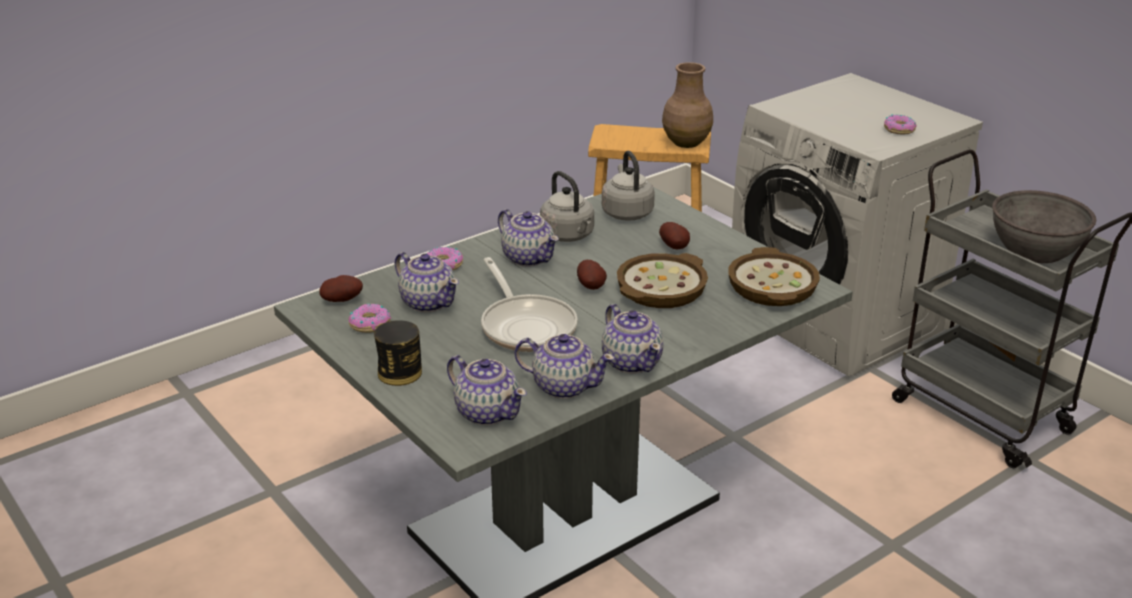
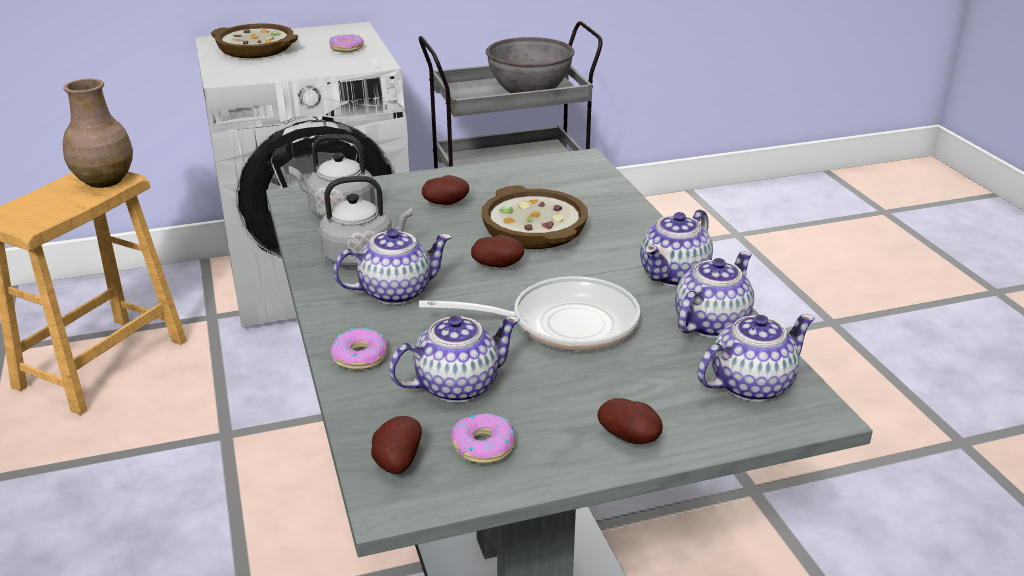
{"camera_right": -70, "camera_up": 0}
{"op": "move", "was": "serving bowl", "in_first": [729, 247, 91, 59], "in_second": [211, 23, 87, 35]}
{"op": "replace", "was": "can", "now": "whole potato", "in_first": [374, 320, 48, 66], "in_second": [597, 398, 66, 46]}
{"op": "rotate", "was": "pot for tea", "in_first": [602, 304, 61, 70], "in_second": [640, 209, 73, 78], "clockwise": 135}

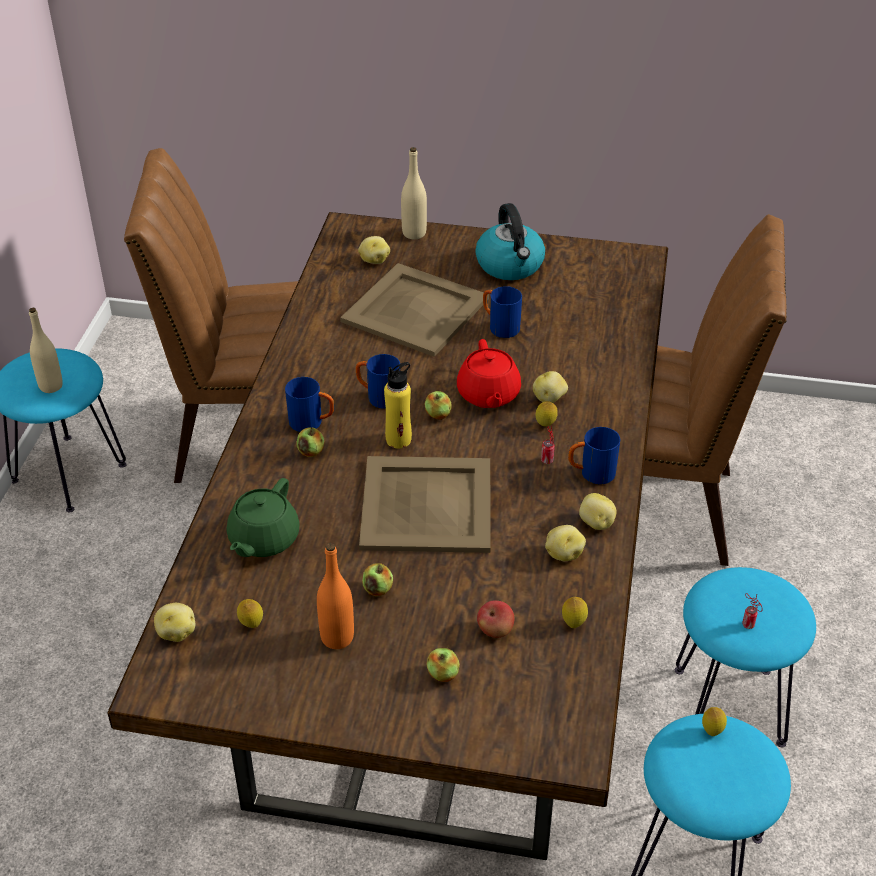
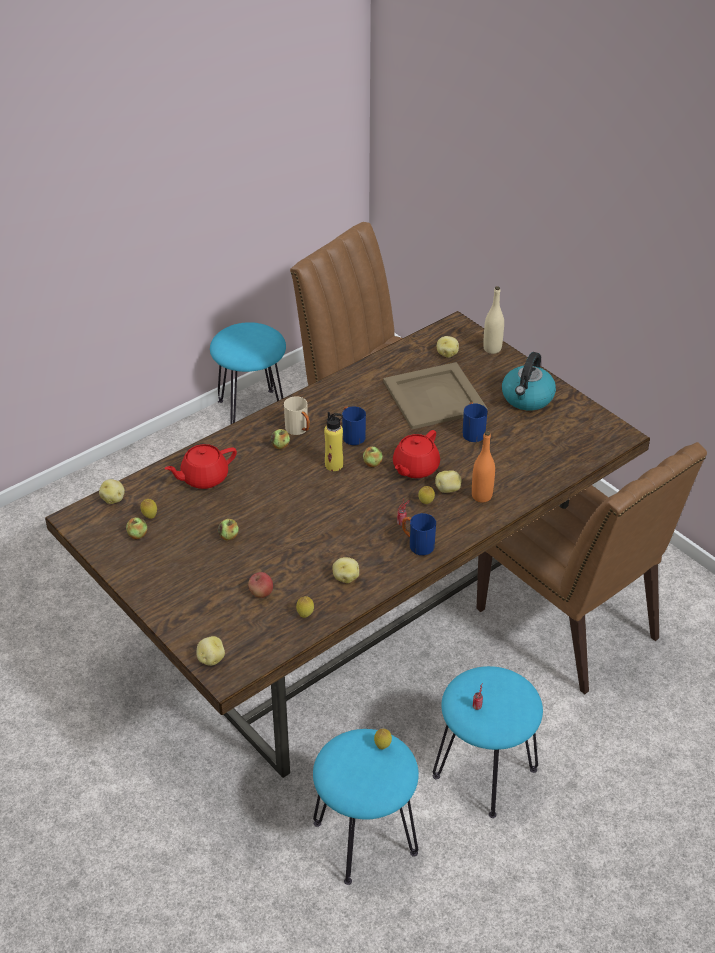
{"camera_right": 40, "camera_up": 0}
{"op": "move", "was": "apple fruit", "in_first": [427, 647, 33, 35], "in_second": [126, 518, 21, 21]}
{"op": "recolor", "was": "pot for tea/green", "now": "pot for tea/reddish", "in_first": [227, 478, 73, 79], "in_second": [164, 444, 73, 45]}
{"op": "move", "was": "whole potato", "in_first": [579, 493, 38, 37], "in_second": [197, 636, 28, 30]}
{"op": "recolor", "was": "mug/blue-coloured", "now": "mug/beige", "in_first": [285, 377, 49, 55], "in_second": [284, 396, 26, 39]}
{"op": "move", "was": "drink bottle/orange-coloured", "in_first": [317, 543, 37, 106], "in_second": [472, 431, 23, 71]}
{"op": "delete", "was": "drink bottle/beige", "in_first": [29, 308, 34, 85]}
{"op": "delete", "was": "carrying tray/beige", "in_first": [359, 456, 132, 97]}

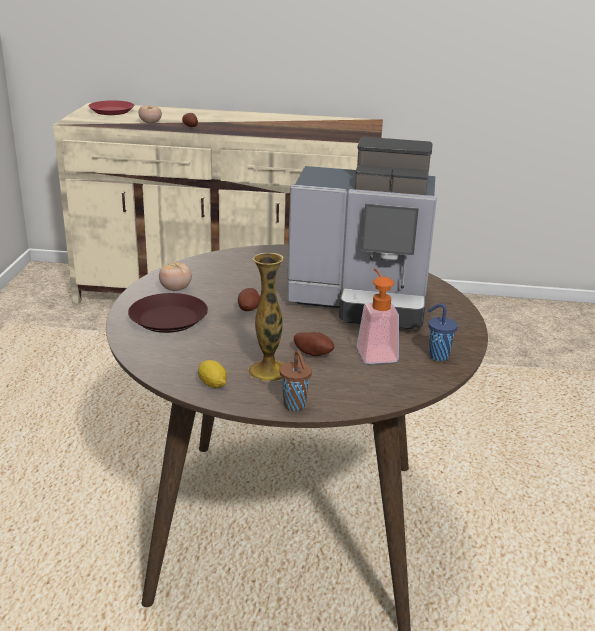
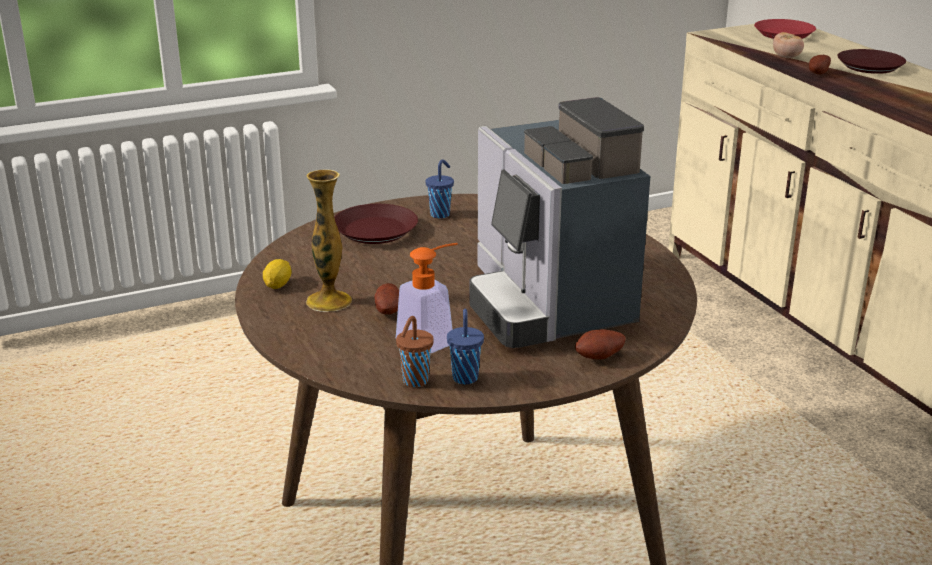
{"camera_right": 60, "camera_up": 0}
{"op": "move", "was": "small cup/brown", "in_first": [280, 350, 32, 61], "in_second": [396, 316, 38, 71]}
{"op": "replace", "was": "tomato", "now": "small cup/blue-coloured", "in_first": [159, 262, 33, 29], "in_second": [426, 160, 28, 58]}
{"op": "move", "was": "whole potato", "in_first": [238, 288, 22, 23], "in_second": [575, 329, 51, 30]}
{"op": "insert", "now": "dinner plate/brown", "in_second": [837, 49, 69, 25]}

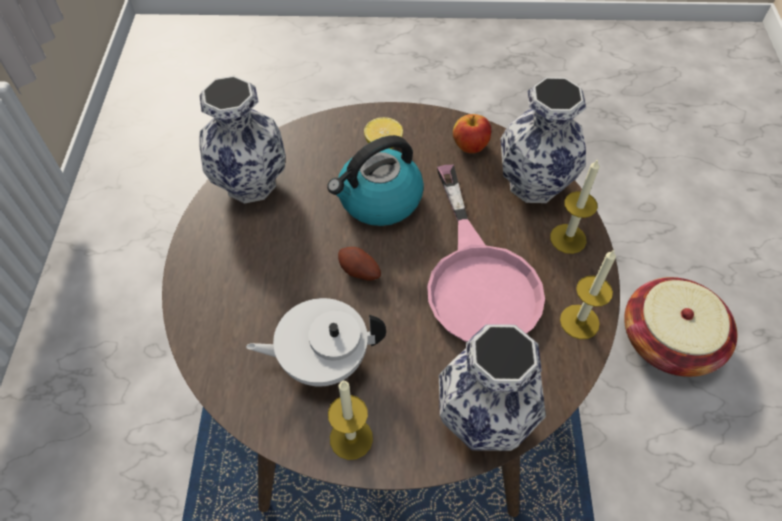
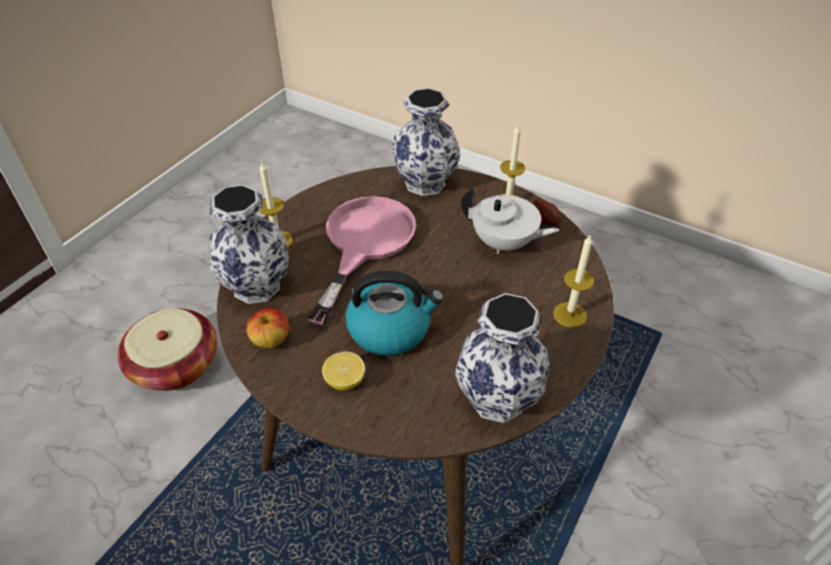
{"camera_right": -150, "camera_up": -10}
{"op": "move", "was": "whole potato", "in_first": [338, 247, 43, 34], "in_second": [533, 199, 28, 26]}
{"op": "move", "was": "wax candle", "in_first": [560, 249, 56, 90], "in_second": [553, 235, 41, 93]}

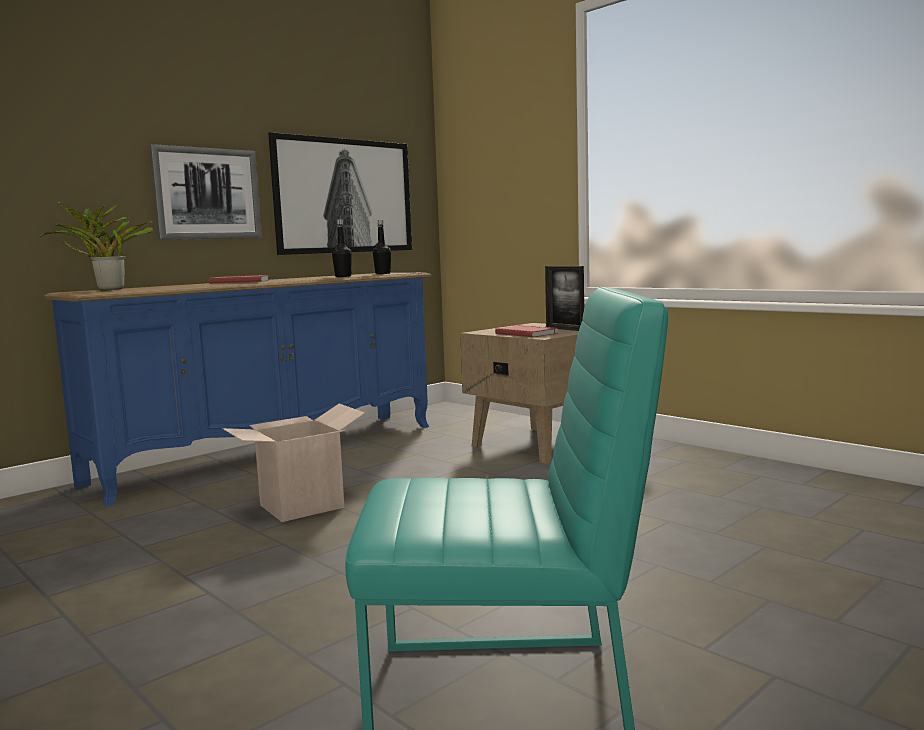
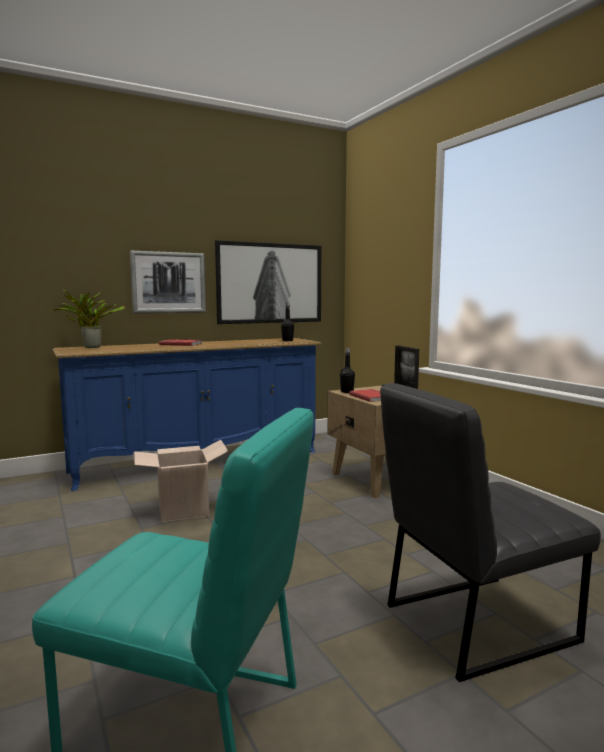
{"camera_right": 15, "camera_up": 0}
{"op": "move", "was": "drink bottle/blackish", "in_first": [332, 219, 20, 58], "in_second": [340, 348, 15, 45]}
{"op": "insert", "now": "chair/gray", "in_second": [380, 383, 221, 299]}

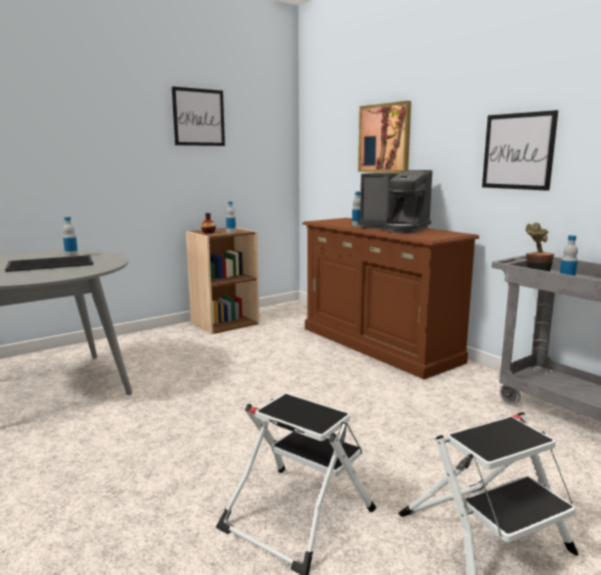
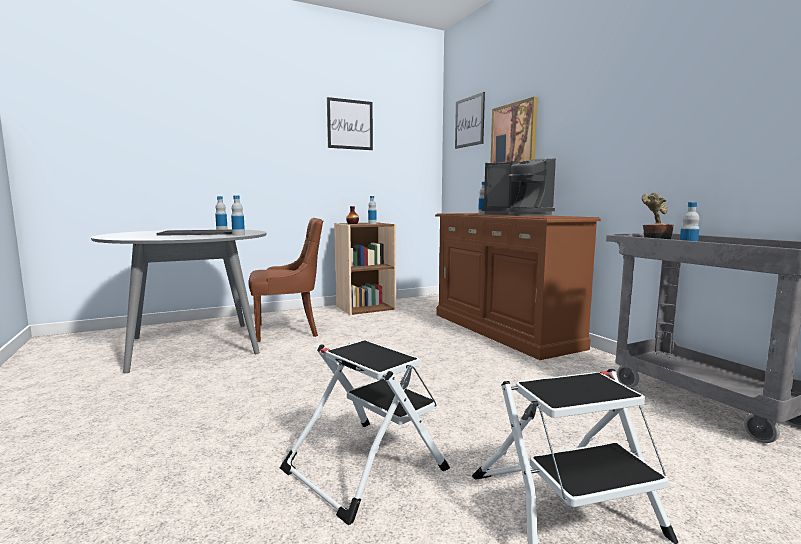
{"camera_right": 10, "camera_up": -5}
{"op": "insert", "now": "drink bottle", "in_second": [231, 196, 14, 40]}
{"op": "insert", "now": "chair/brown", "in_second": [248, 218, 76, 124]}
{"op": "move", "was": "wall picture", "in_first": [482, 110, 76, 81], "in_second": [455, 92, 30, 57]}

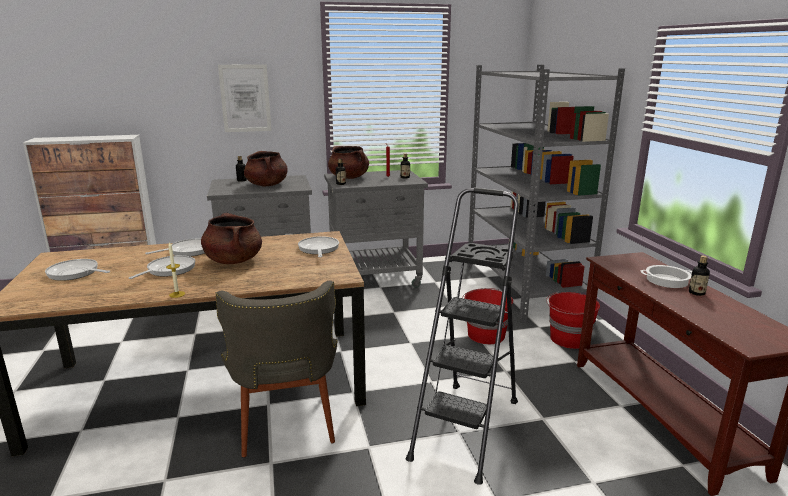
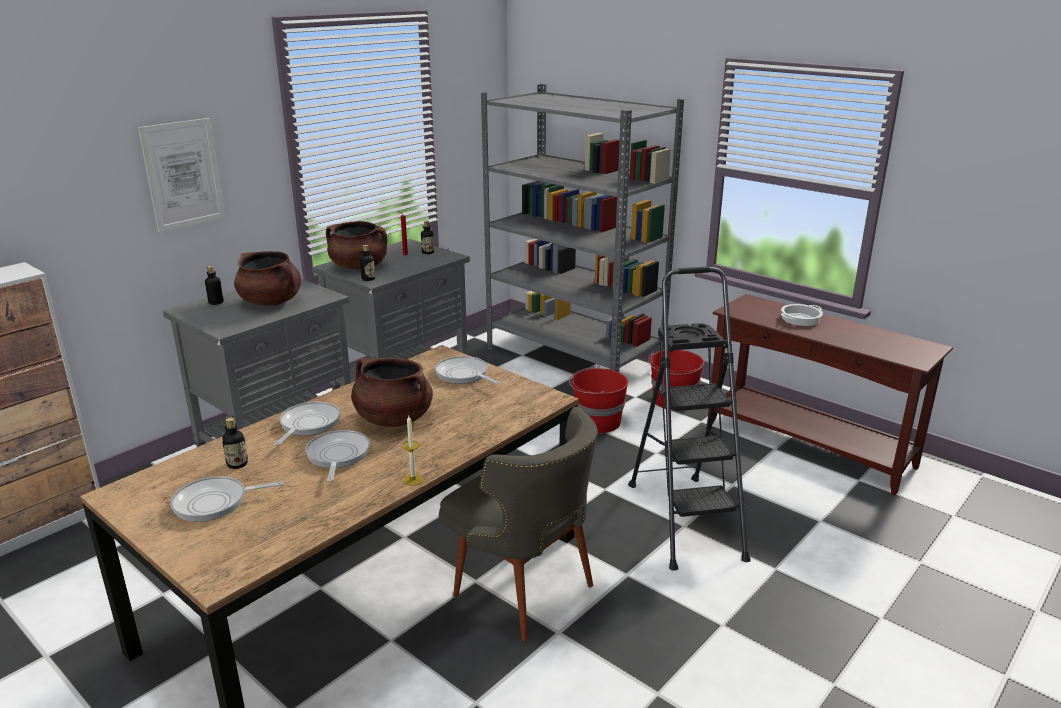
{"camera_right": -35, "camera_up": 5}
{"op": "move", "was": "drink bottle", "in_first": [689, 256, 21, 40], "in_second": [222, 418, 26, 51]}

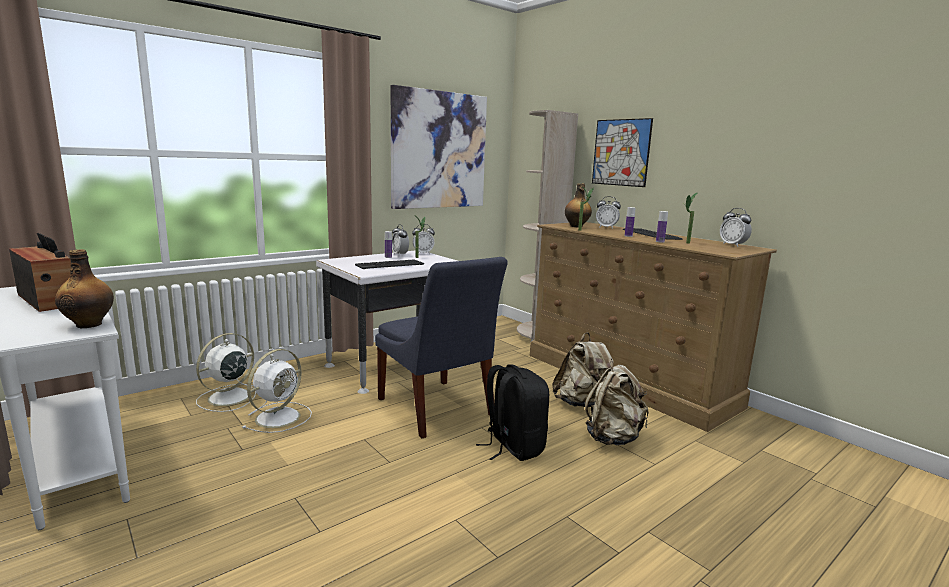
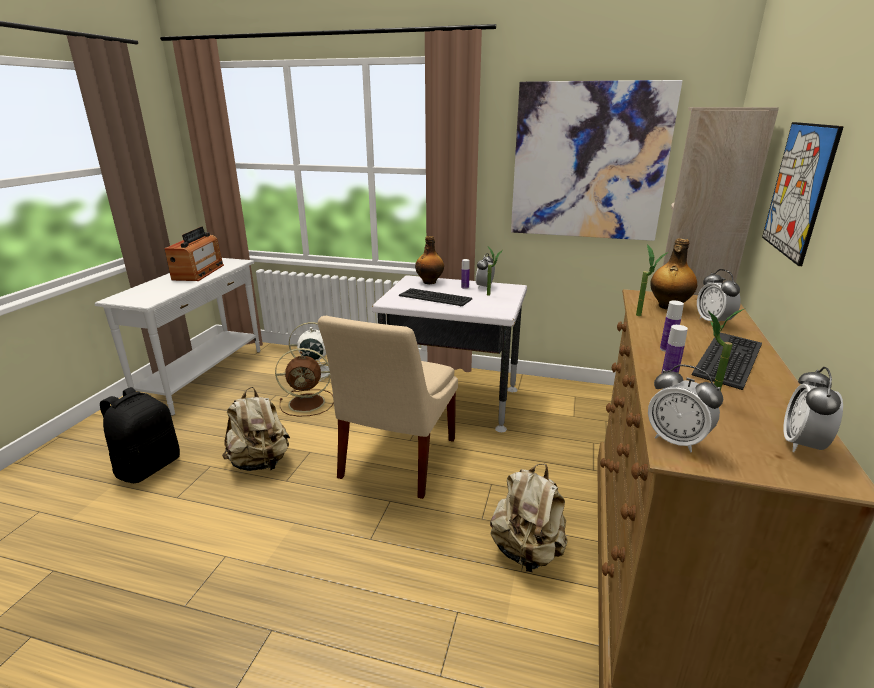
{"camera_right": 55, "camera_up": 10}
{"op": "move", "was": "knapsack/blackish", "in_first": [476, 364, 73, 97], "in_second": [100, 387, 80, 96]}
{"op": "move", "was": "knapsack/beige", "in_first": [585, 358, 64, 87], "in_second": [222, 387, 68, 84]}
{"op": "recolor", "was": "fan/white-coloured", "now": "fan/brown", "in_first": [242, 349, 70, 84], "in_second": [275, 348, 59, 69]}
{"op": "recolor", "was": "chair/blue-coloured", "now": "chair/beige", "in_first": [375, 257, 133, 181], "in_second": [318, 316, 140, 183]}
{"op": "move", "was": "drink bottle", "in_first": [55, 249, 59, 79], "in_second": [415, 236, 29, 48]}
{"op": "move", "was": "bedside clock", "in_first": [412, 224, 23, 30], "in_second": [648, 365, 75, 87]}

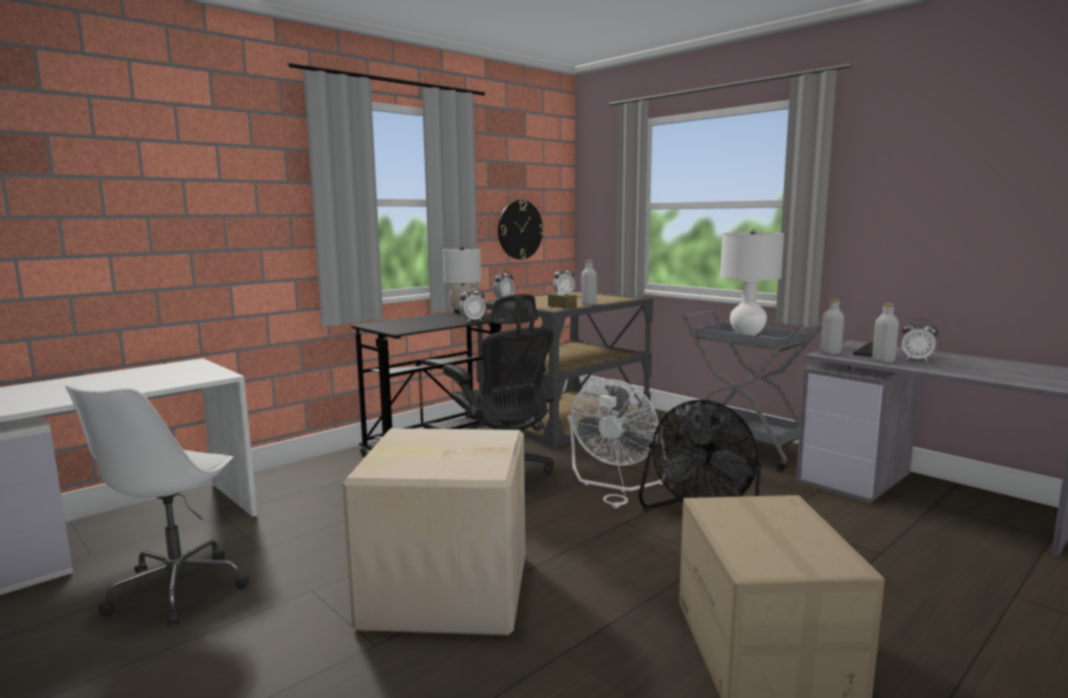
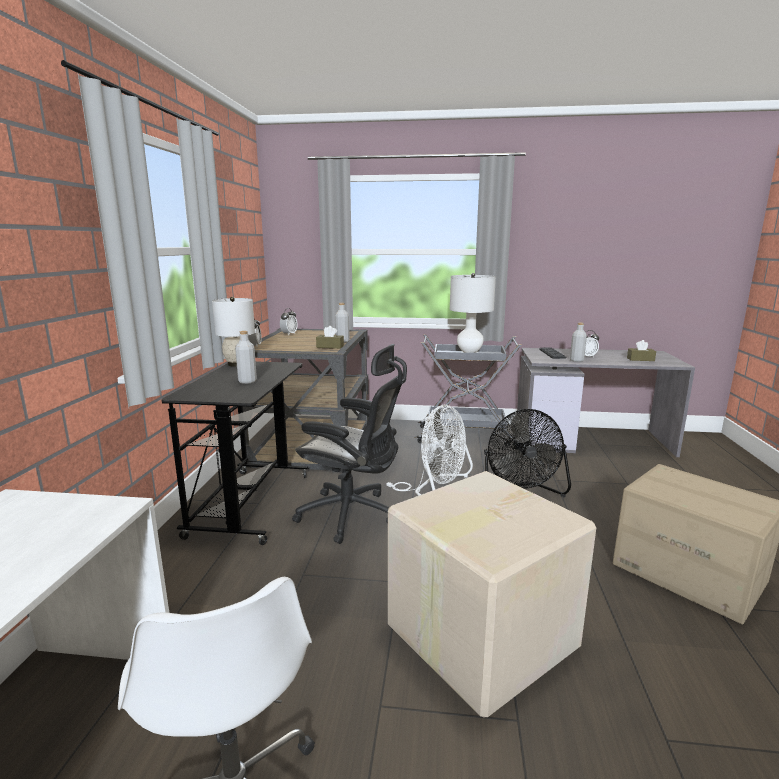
{"camera_right": -40, "camera_up": 5}
{"op": "move", "was": "drink bottle/gray", "in_first": [820, 299, 24, 56], "in_second": [235, 331, 22, 53]}
{"op": "rotate", "was": "fan/white-coloured", "in_first": [567, 379, 100, 130], "in_second": [386, 405, 87, 91], "clockwise": 135}
{"op": "insert", "now": "tissue holder/brown", "in_second": [627, 340, 29, 21]}
{"op": "delete", "was": "bedside clock", "in_first": [459, 286, 27, 36]}
{"op": "delete", "was": "clock on the wall", "in_first": [498, 200, 46, 59]}

